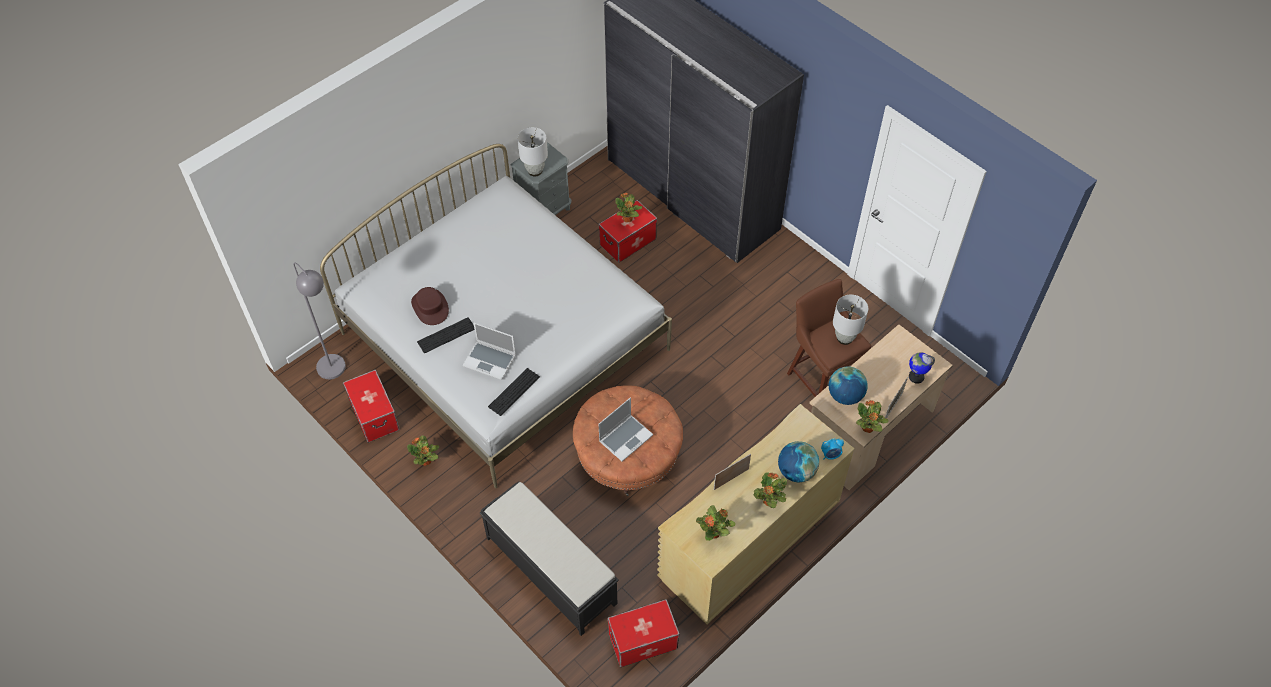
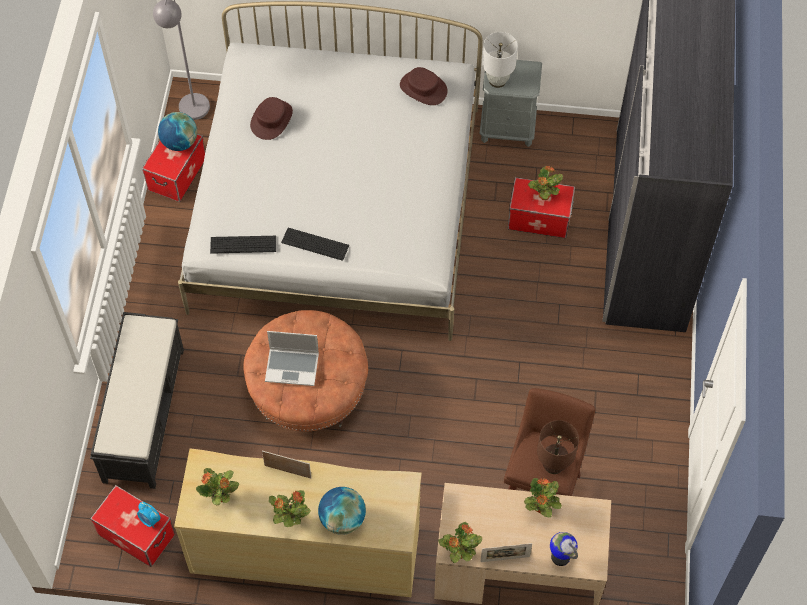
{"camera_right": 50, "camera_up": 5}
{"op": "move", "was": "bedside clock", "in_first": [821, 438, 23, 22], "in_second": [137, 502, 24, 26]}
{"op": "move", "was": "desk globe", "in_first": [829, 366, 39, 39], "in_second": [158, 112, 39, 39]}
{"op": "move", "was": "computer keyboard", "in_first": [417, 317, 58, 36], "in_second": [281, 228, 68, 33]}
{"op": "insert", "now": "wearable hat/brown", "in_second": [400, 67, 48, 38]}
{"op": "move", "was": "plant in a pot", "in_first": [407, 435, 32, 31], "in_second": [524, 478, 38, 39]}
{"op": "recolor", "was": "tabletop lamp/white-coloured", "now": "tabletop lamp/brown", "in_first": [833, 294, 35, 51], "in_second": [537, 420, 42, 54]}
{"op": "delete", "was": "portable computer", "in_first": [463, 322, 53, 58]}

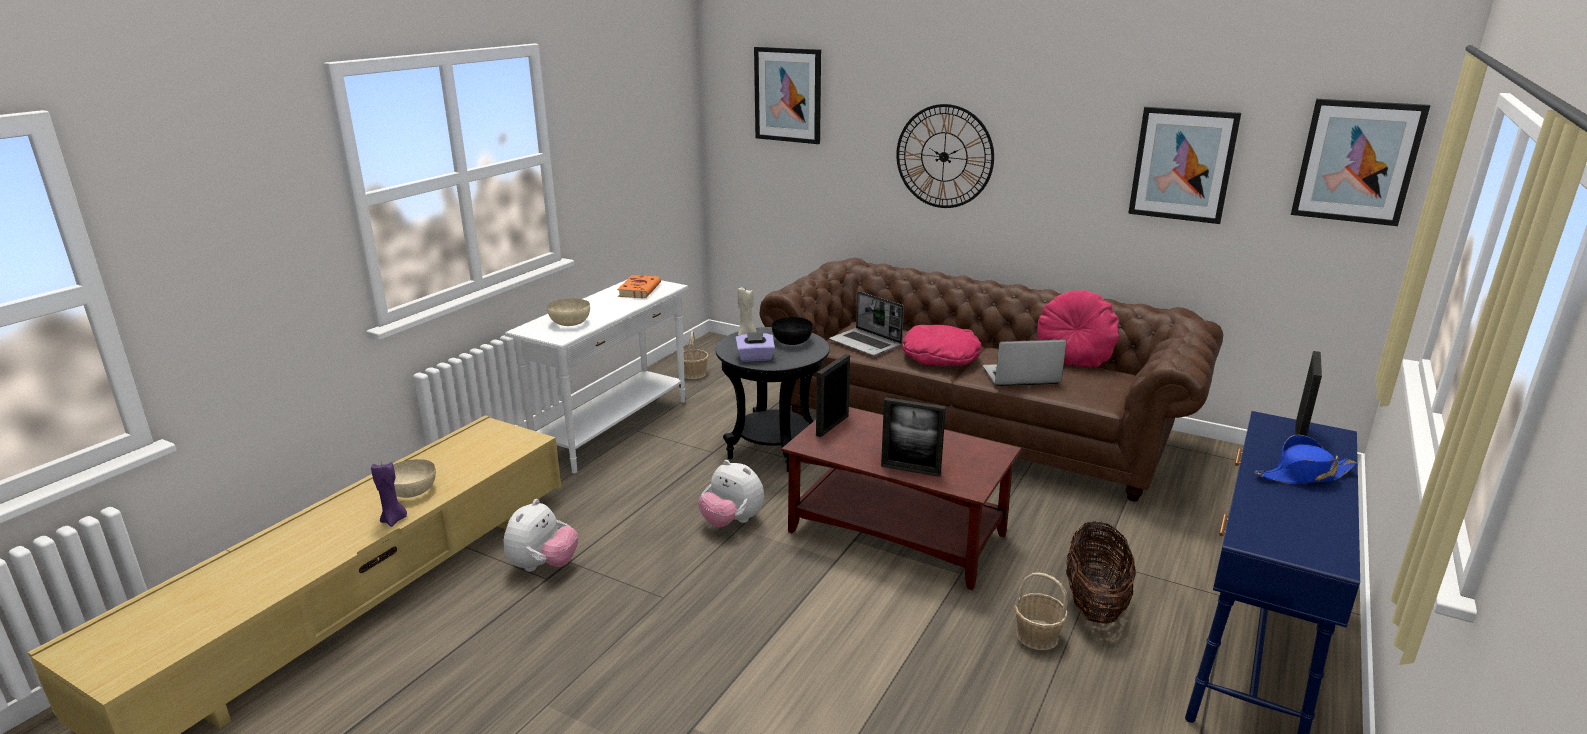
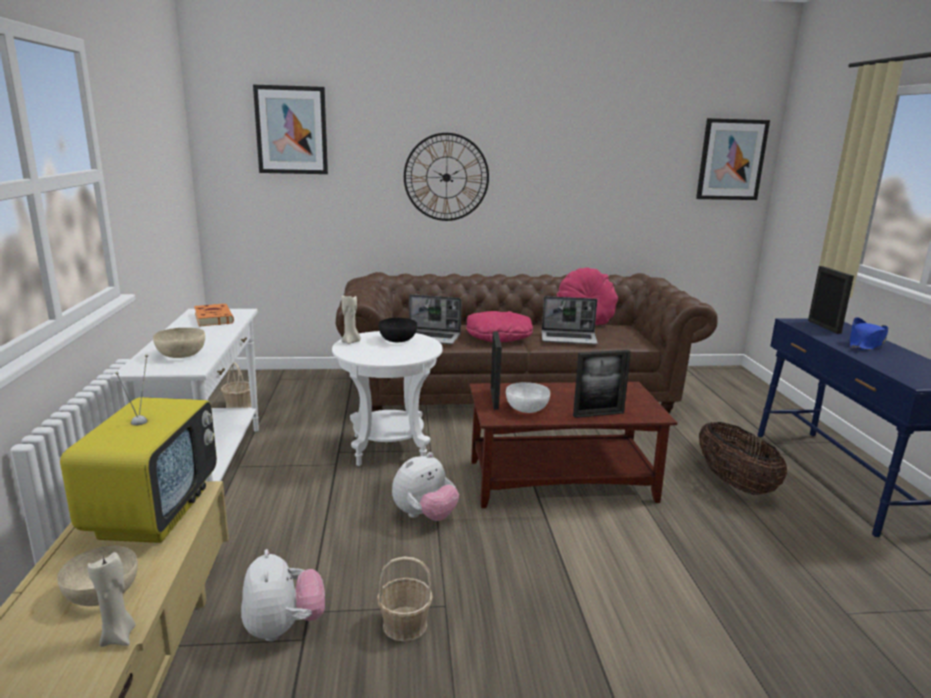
{"camera_right": -35, "camera_up": -5}
{"op": "insert", "now": "TV", "in_second": [60, 354, 157, 189]}
{"op": "recolor", "was": "wax candle/purple-coloured", "now": "wax candle/beige", "in_first": [371, 462, 36, 65], "in_second": [87, 552, 49, 95]}
{"op": "recolor", "was": "end table/blackish", "now": "end table/white-coloured", "in_first": [715, 327, 115, 146], "in_second": [332, 331, 111, 135]}
{"op": "move", "was": "storage basket", "in_first": [1014, 573, 54, 77], "in_second": [377, 556, 56, 86]}
{"op": "rotate", "was": "plush toy", "in_first": [698, 460, 66, 67], "in_second": [392, 452, 67, 69], "clockwise": -45}
{"op": "insert", "now": "serving bowl/white-coloured", "in_second": [506, 382, 44, 31]}
{"op": "rotate", "was": "portable computer", "in_first": [983, 339, 84, 47], "in_second": [542, 296, 56, 49], "clockwise": -135}
{"op": "delete", "was": "tissue holder/purple-coloured", "in_first": [735, 332, 40, 30]}
{"op": "delete", "was": "wall picture", "in_first": [1128, 107, 113, 117]}

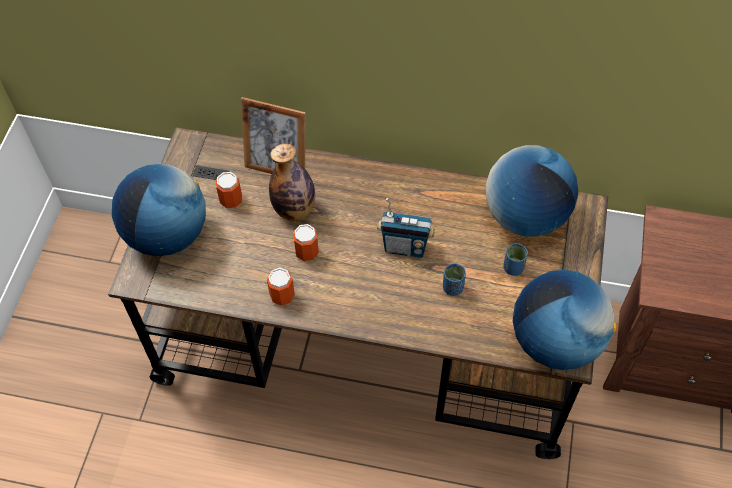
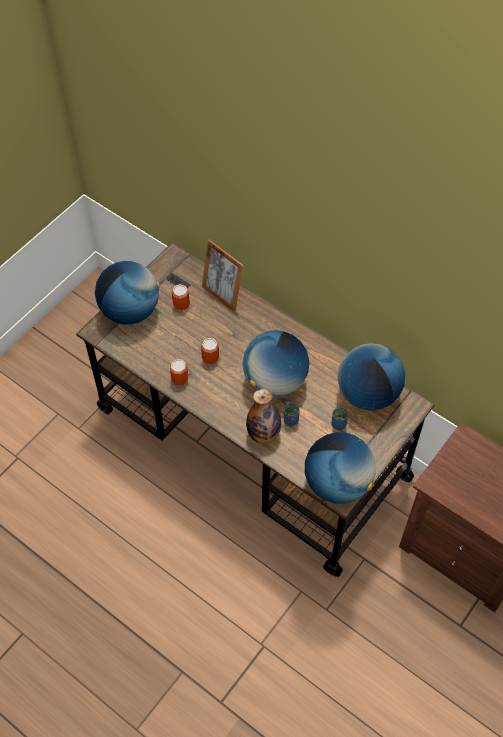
{"camera_right": 25, "camera_up": 0}
{"op": "replace", "was": "radio set", "now": "desk globe", "in_first": [377, 198, 58, 60], "in_second": [243, 330, 66, 67]}
{"op": "move", "was": "drink bottle", "in_first": [269, 143, 46, 78], "in_second": [246, 389, 35, 55]}

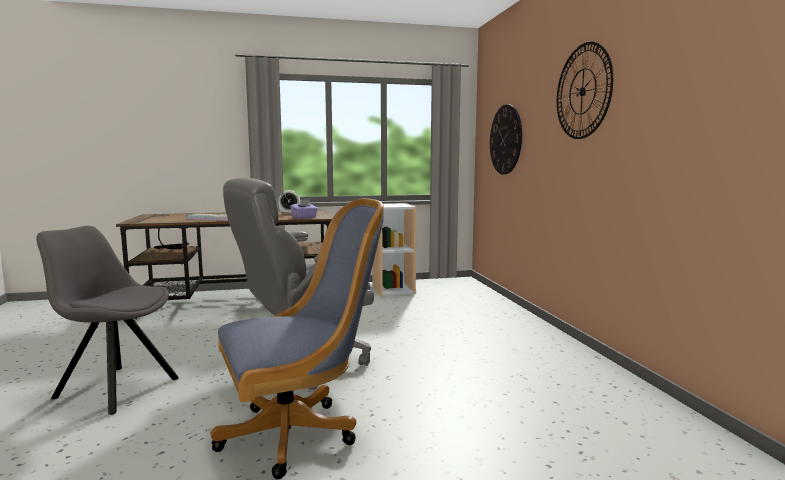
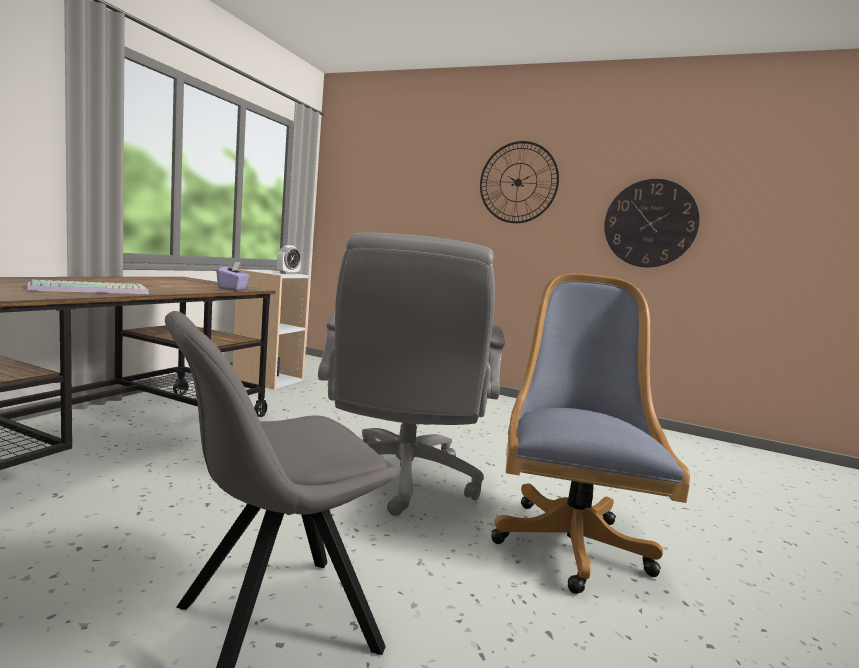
{"camera_right": -55, "camera_up": 0}
{"op": "move", "was": "bedside clock", "in_first": [278, 190, 22, 24], "in_second": [277, 245, 24, 29]}
{"op": "move", "was": "clock on the wall", "in_first": [490, 104, 32, 70], "in_second": [604, 179, 96, 88]}

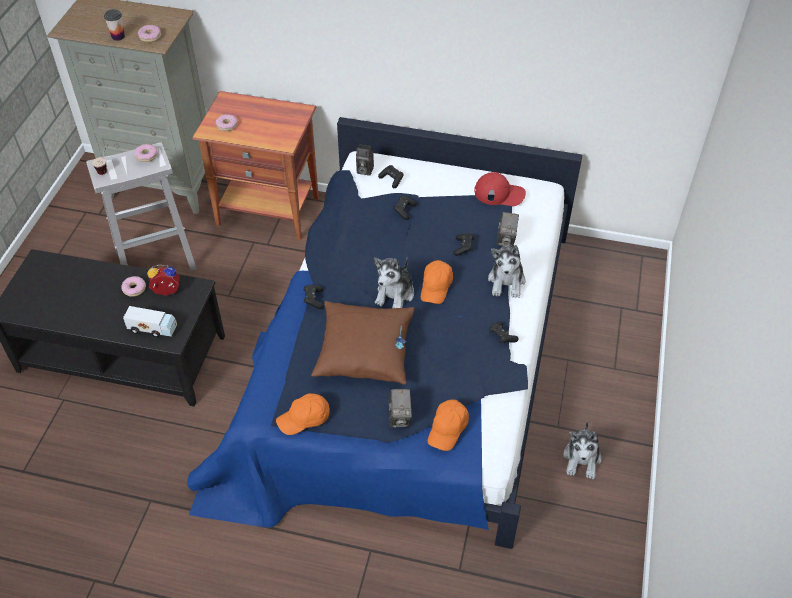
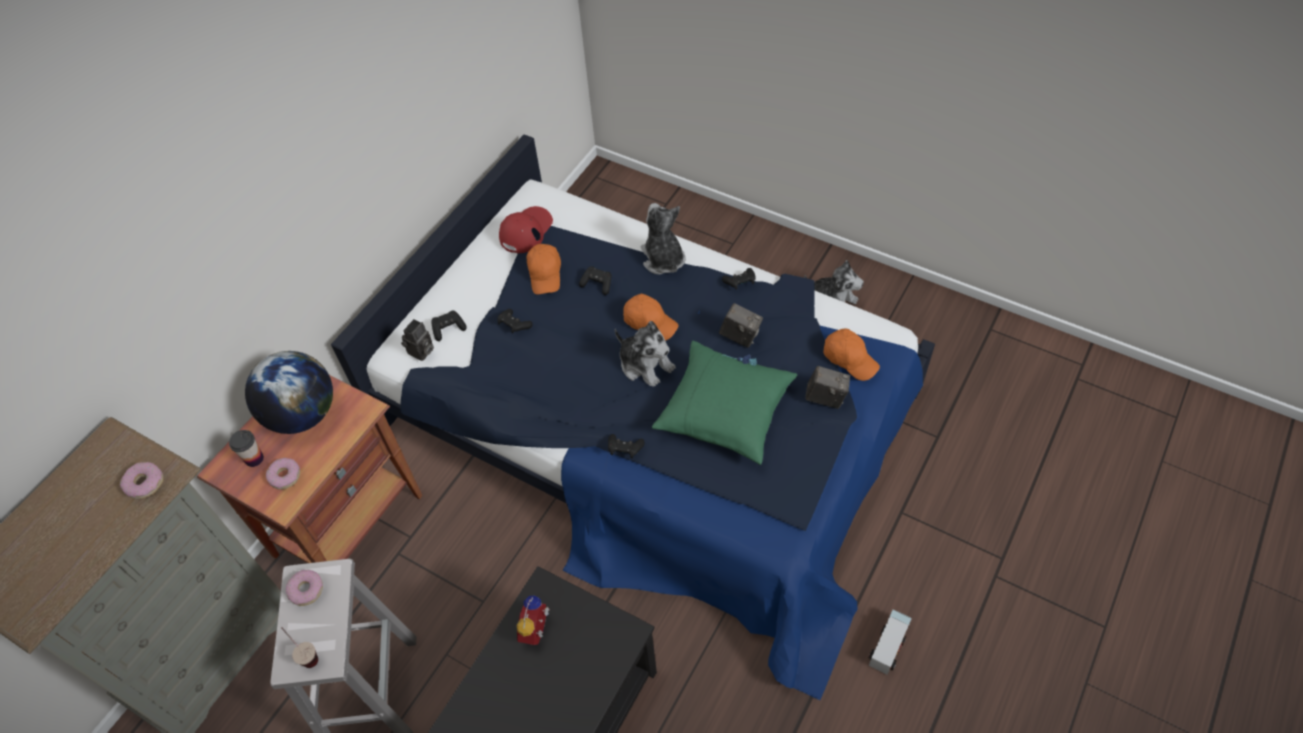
{"camera_right": -70, "camera_up": 5}
{"op": "move", "was": "small cup", "in_first": [104, 9, 21, 32], "in_second": [229, 430, 35, 37]}
{"op": "insert", "now": "desk globe", "in_second": [245, 351, 88, 83]}
{"op": "move", "was": "baseball cap/orange-coloured", "in_first": [276, 393, 54, 42], "in_second": [526, 244, 35, 50]}
{"op": "rotate", "was": "plush toy", "in_first": [488, 244, 38, 54], "in_second": [641, 203, 45, 72], "clockwise": -135}
{"op": "recolor", "was": "pillow/brown", "now": "pillow/green", "in_first": [311, 301, 103, 84], "in_second": [652, 341, 145, 124]}
{"op": "move", "was": "photo camera", "in_first": [497, 212, 22, 35], "in_second": [719, 303, 44, 45]}
{"op": "move", "was": "toy truck", "in_first": [123, 306, 54, 32], "in_second": [868, 609, 44, 66]}
{"op": "delete", "was": "ring doughnut", "in_first": [121, 276, 25, 21]}

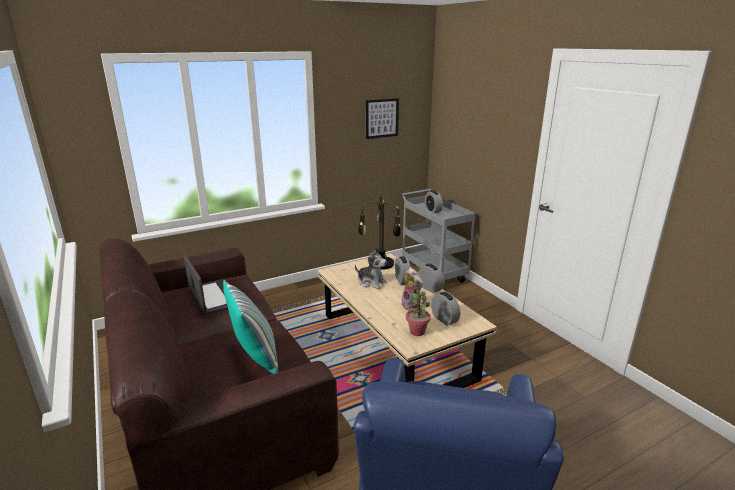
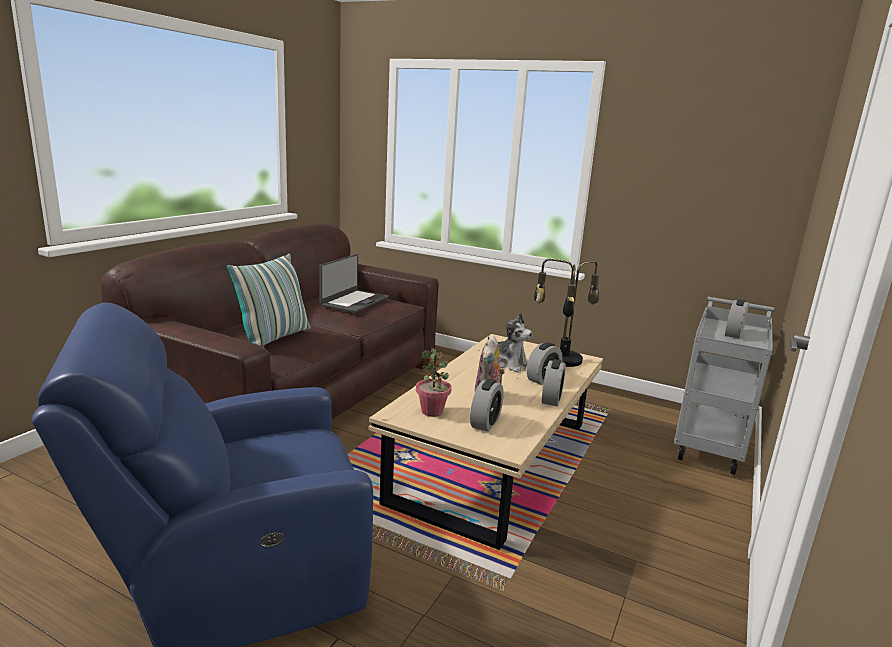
{"camera_right": 55, "camera_up": -5}
{"op": "rotate", "was": "plush toy", "in_first": [355, 247, 32, 42], "in_second": [488, 313, 45, 60], "clockwise": -45}
{"op": "delete", "was": "wall picture", "in_first": [366, 98, 33, 41]}

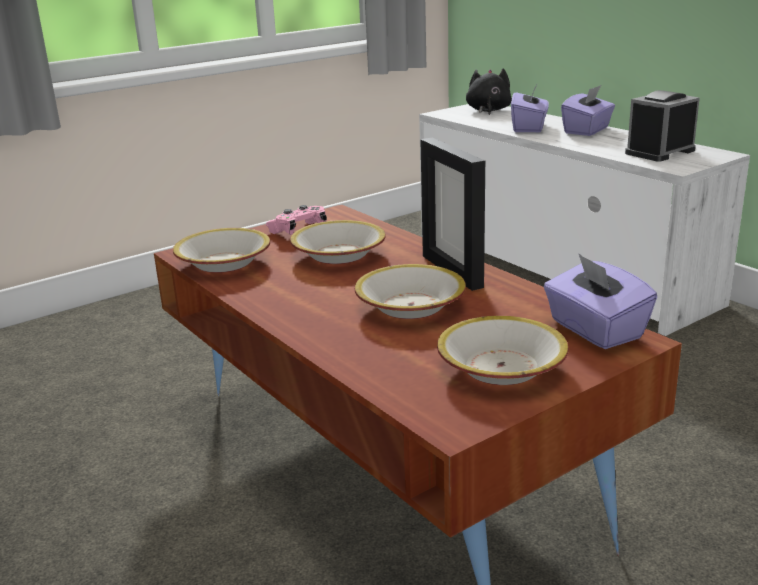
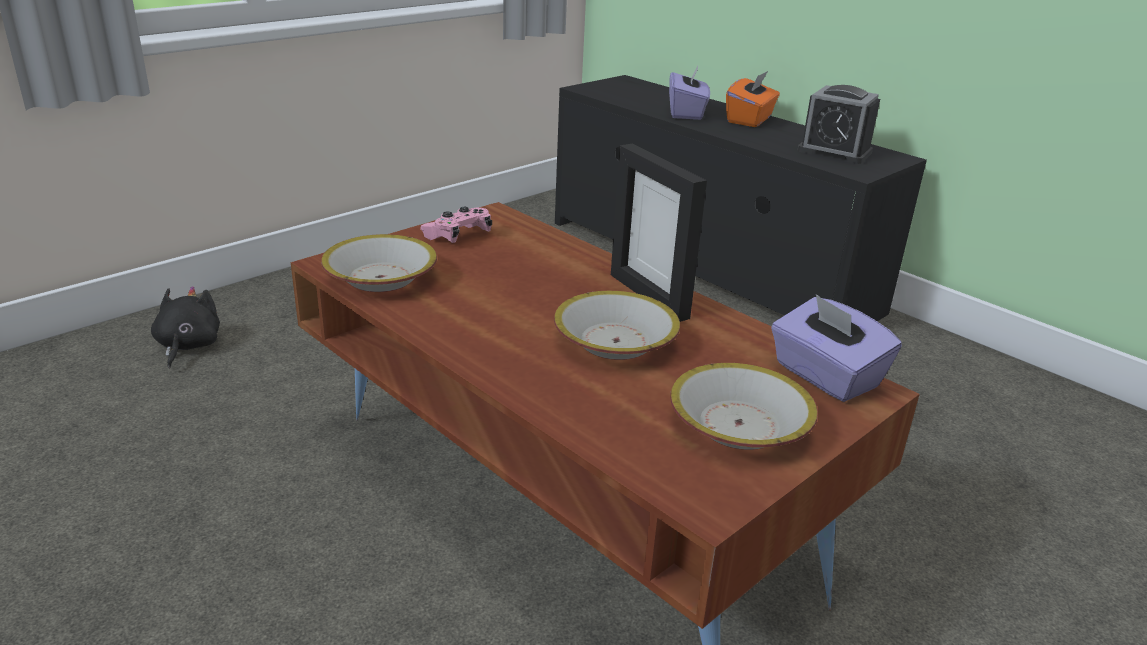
{"camera_right": -10, "camera_up": 5}
{"op": "move", "was": "plush toy/blackish", "in_first": [466, 68, 46, 47], "in_second": [151, 286, 69, 82]}
{"op": "recolor", "was": "media console/white-coloured", "now": "media console/blackish", "in_first": [419, 104, 331, 232], "in_second": [555, 75, 372, 246]}
{"op": "recolor", "was": "tissue holder/purple-coloured", "now": "tissue holder/orange-coloured", "in_first": [561, 85, 54, 51], "in_second": [726, 71, 54, 56]}
{"op": "rotate", "was": "bedside clock", "in_first": [625, 90, 75, 72], "in_second": [798, 85, 82, 79], "clockwise": -105}
{"op": "delete", "was": "serving bowl", "in_first": [290, 220, 96, 44]}

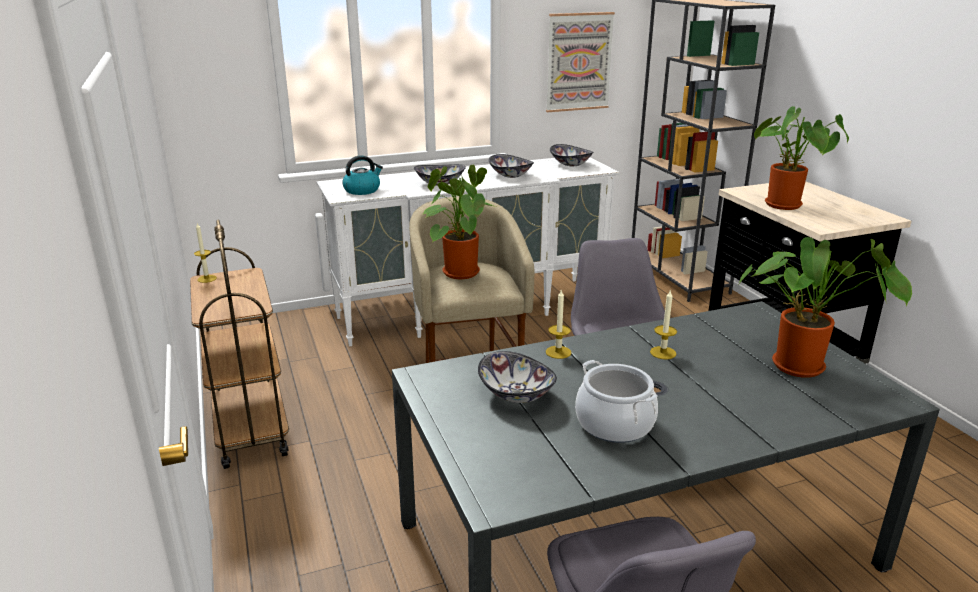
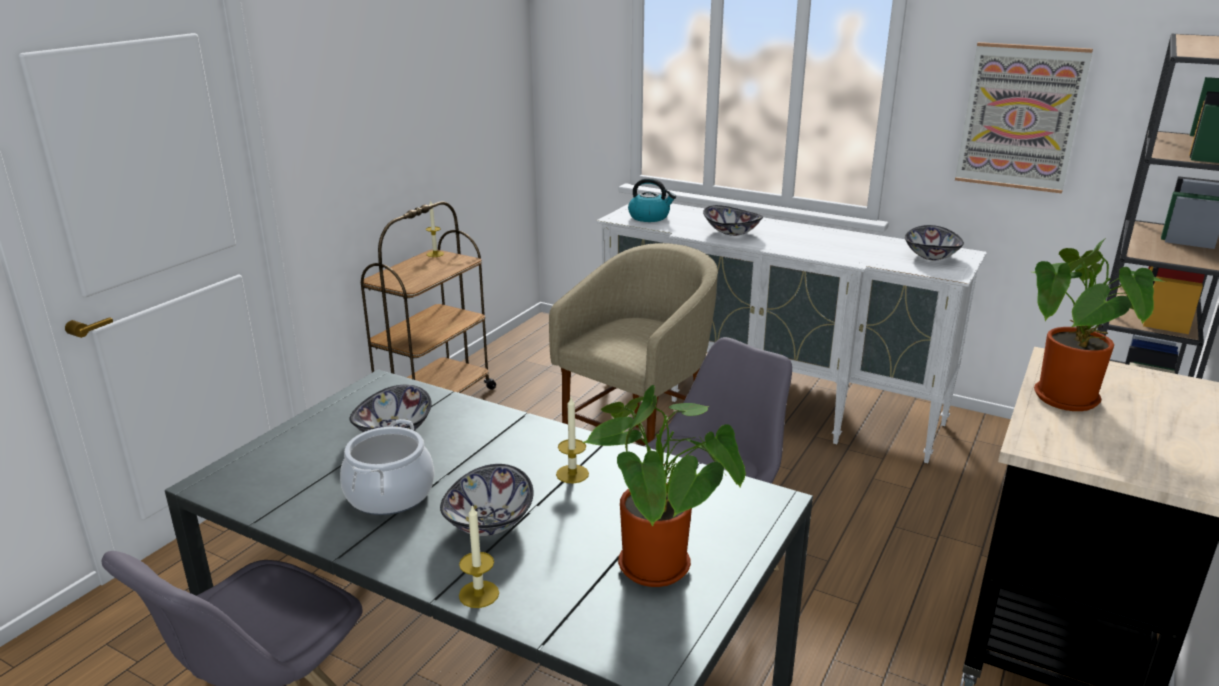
{"camera_right": 50, "camera_up": 0}
{"op": "move", "was": "serving bowl", "in_first": [488, 154, 46, 24], "in_second": [440, 464, 94, 72]}
{"op": "move", "was": "wax candle", "in_first": [546, 289, 25, 70], "in_second": [459, 505, 40, 103]}
{"op": "delete", "was": "plant in a pot", "in_first": [423, 165, 73, 114]}

